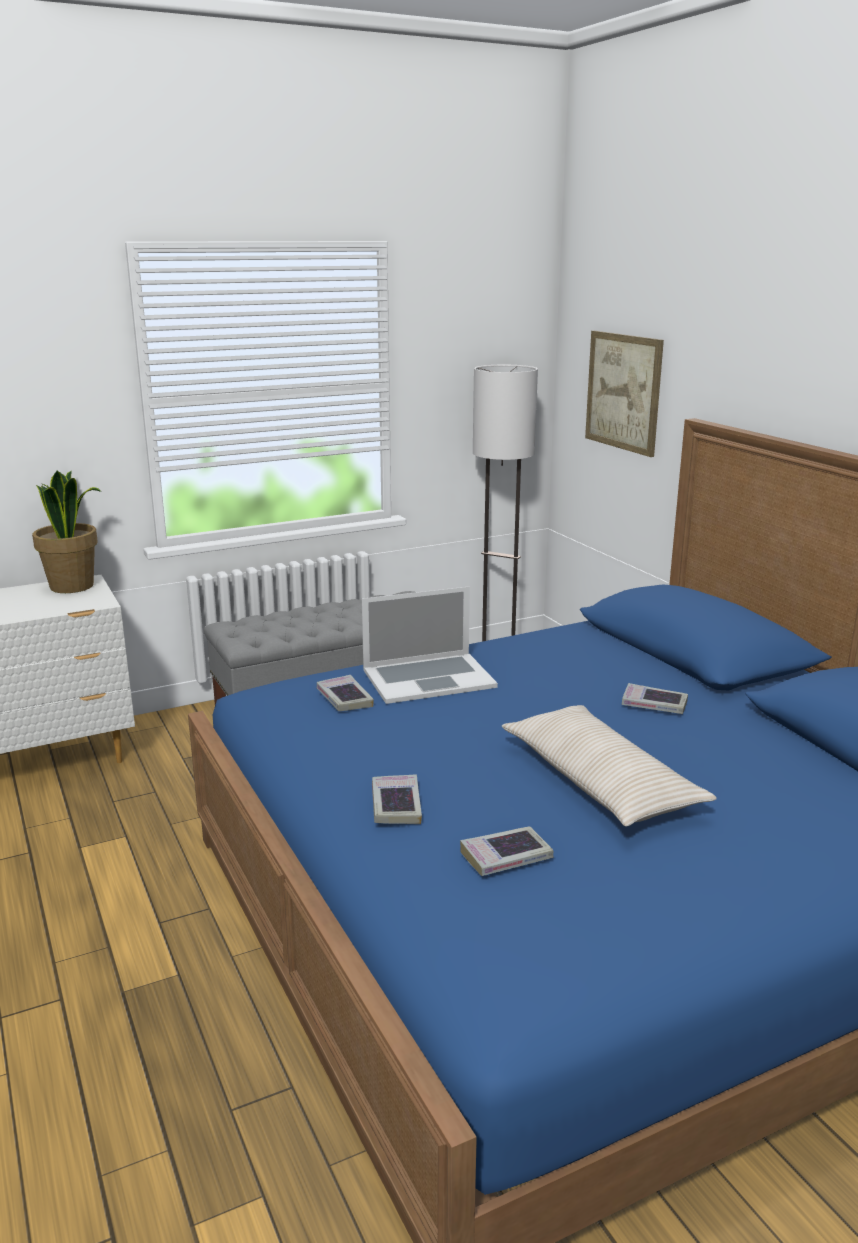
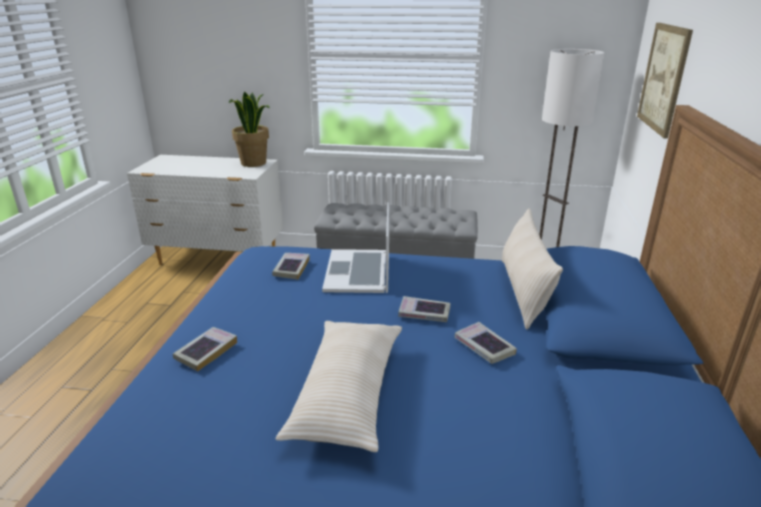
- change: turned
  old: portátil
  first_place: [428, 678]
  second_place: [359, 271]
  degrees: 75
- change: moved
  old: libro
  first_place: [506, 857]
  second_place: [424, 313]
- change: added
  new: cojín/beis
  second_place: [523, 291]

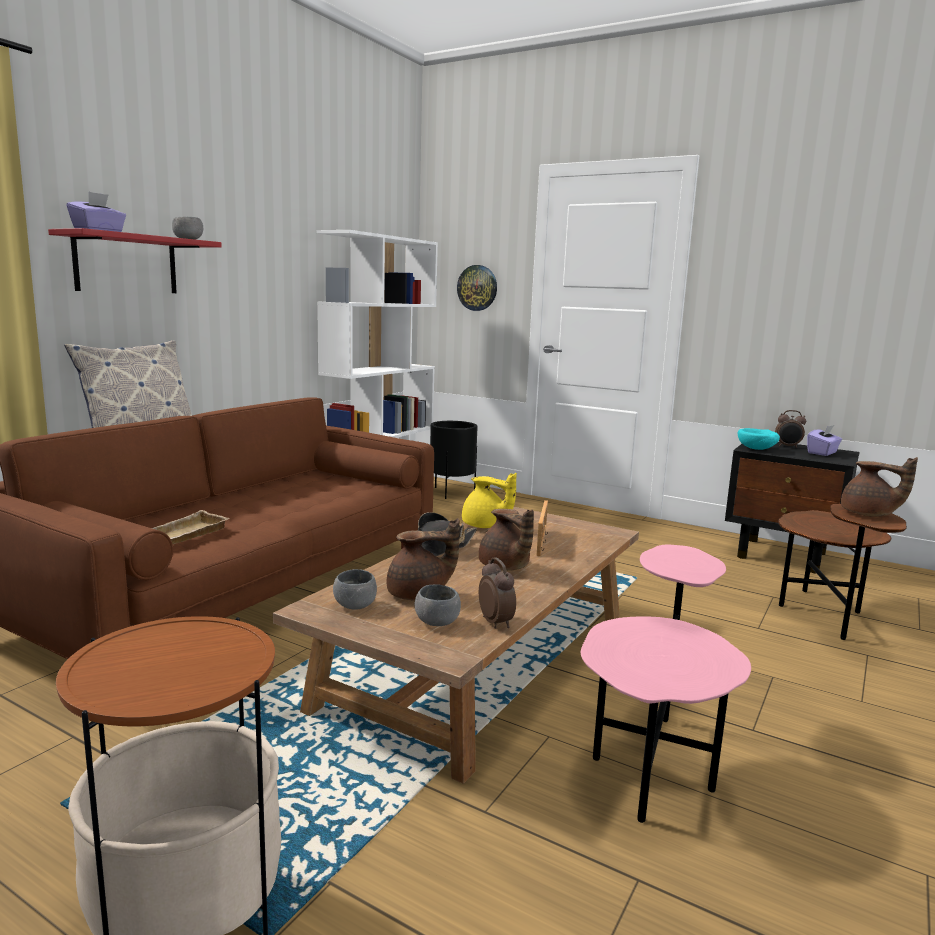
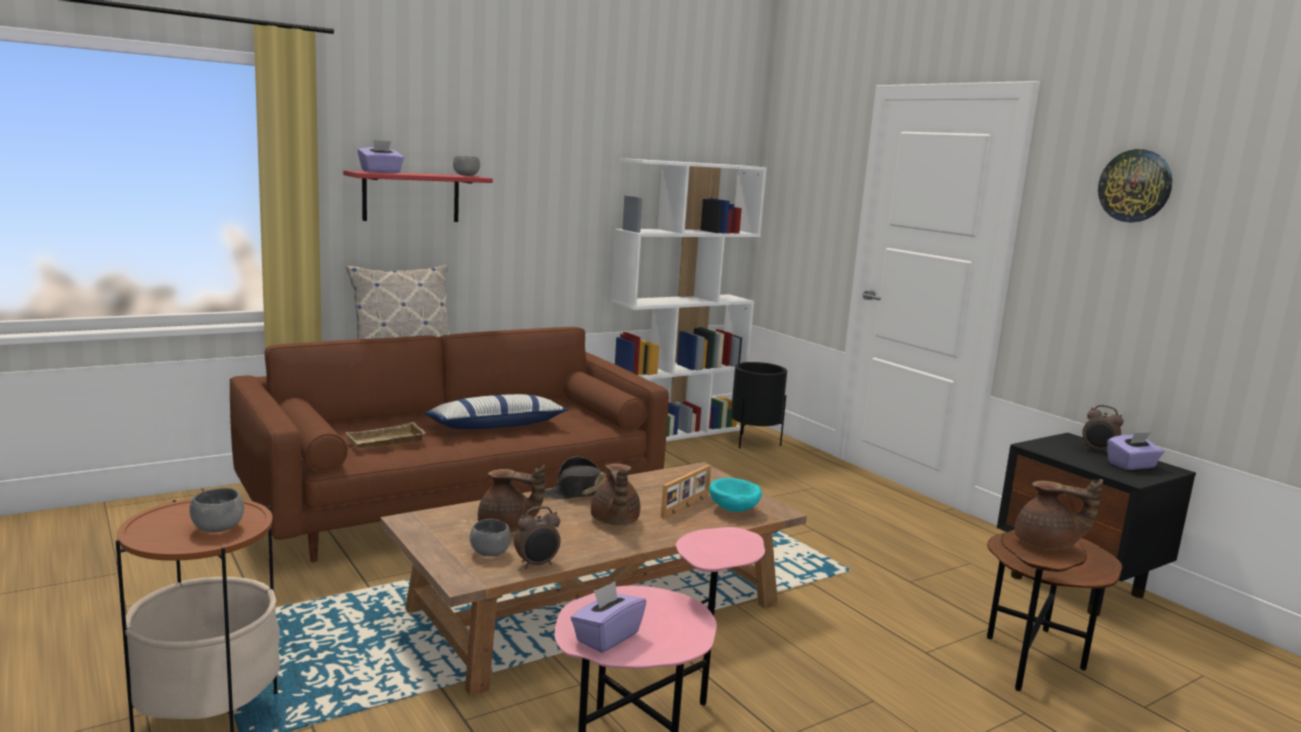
- change: moved
  old: reloj de pared
  first_place: [477, 288]
  second_place: [1135, 186]
- change: moved
  old: cuenco/turquesa
  first_place: [757, 449]
  second_place: [733, 510]
- change: turned
  old: tetera/marrón
  first_place: [868, 514]
  second_place: [1047, 545]
  degrees: -45
- change: removed
  old: tetera/amarillo
  first_place: [485, 526]
- change: turned
  old: despertador
  first_place: [496, 622]
  second_place: [537, 564]
  degrees: 60
- change: moved
  old: cuenco/gris
  first_place: [355, 606]
  second_place: [218, 528]
- change: added
  new: cojín
  second_place: [496, 426]
- change: added
  new: caja de pañuelos/morado
  second_place: [606, 637]

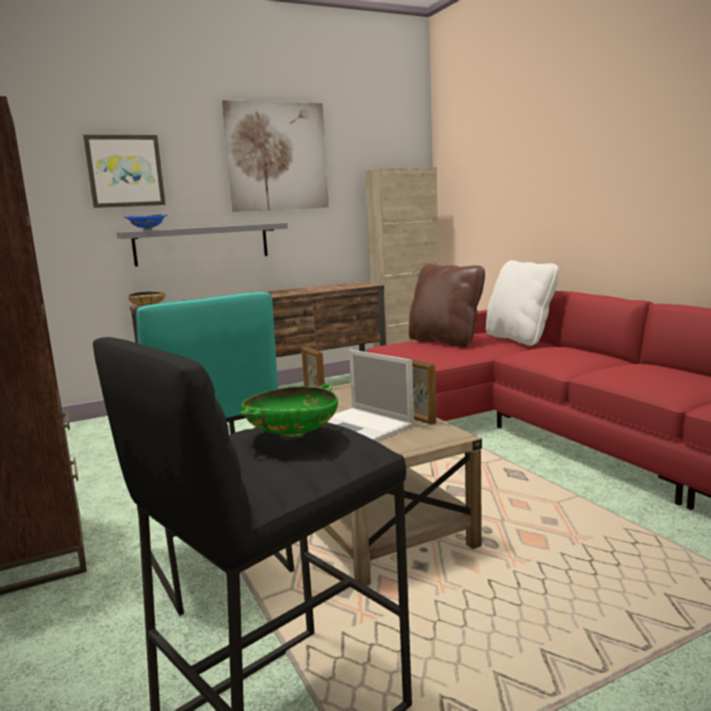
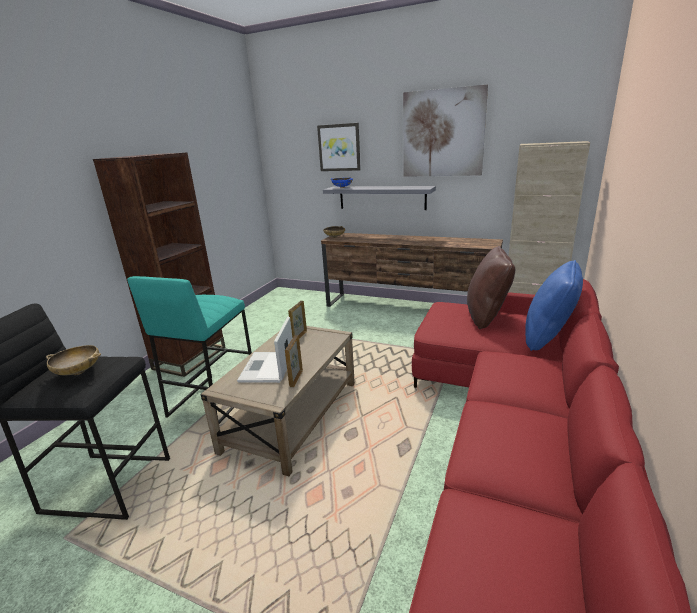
- change: recoloured
  old: cojín/blanco
  new: cojín/azul
  first_place: [519, 339]
  second_place: [548, 338]
- change: recoloured
  old: cuenco/verde
  new: cuenco/beis
  first_place: [291, 435]
  second_place: [78, 371]

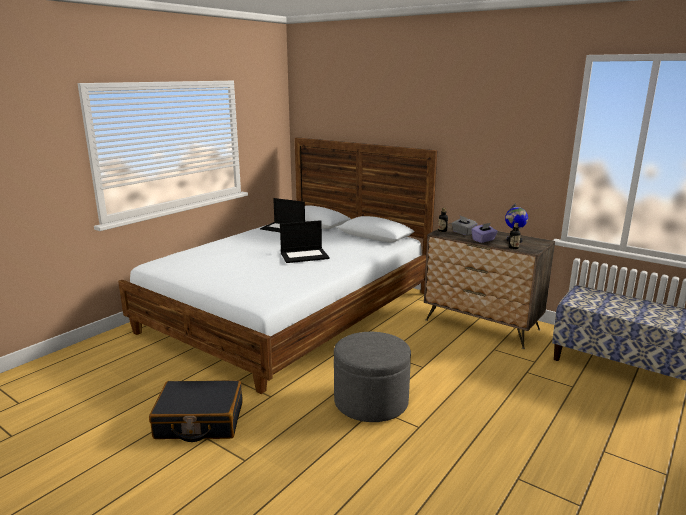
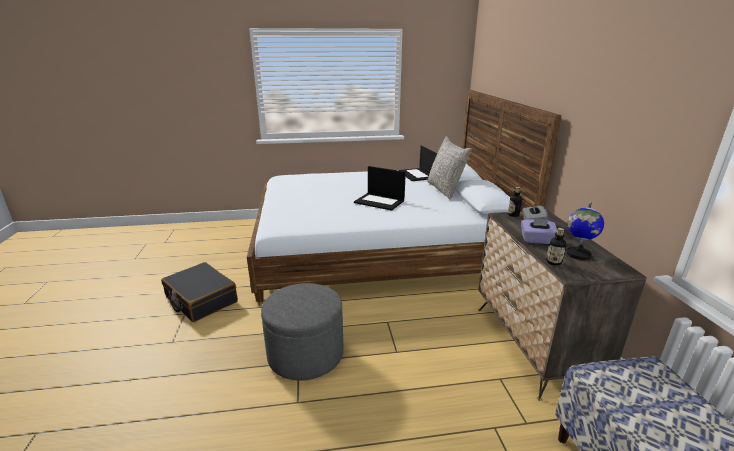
- change: added
  new: cojín/gris
  second_place: [445, 190]

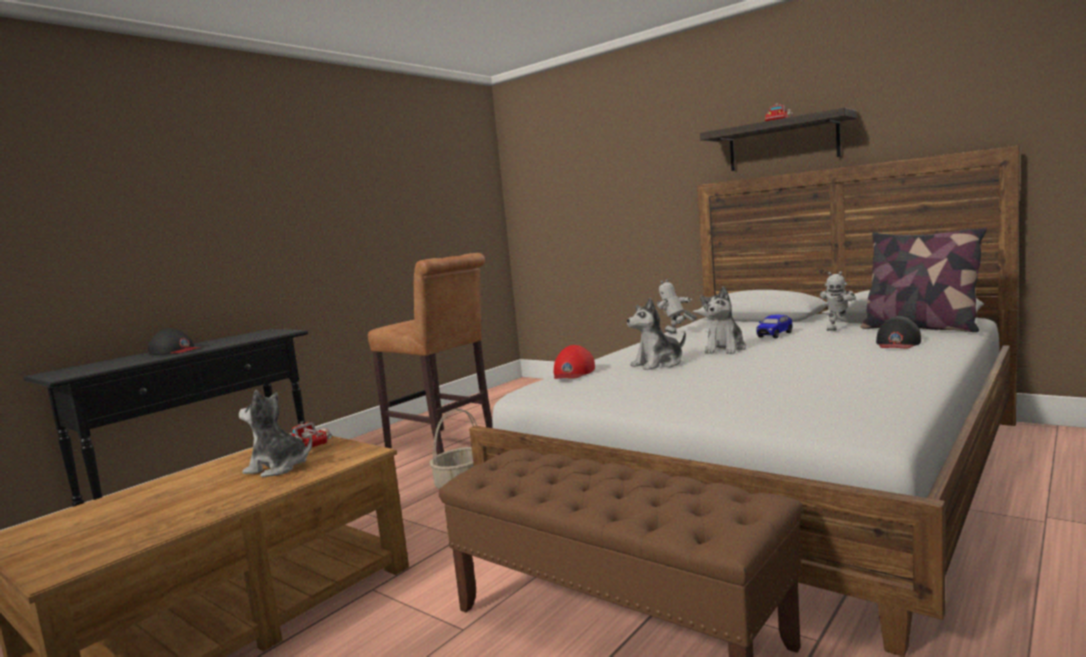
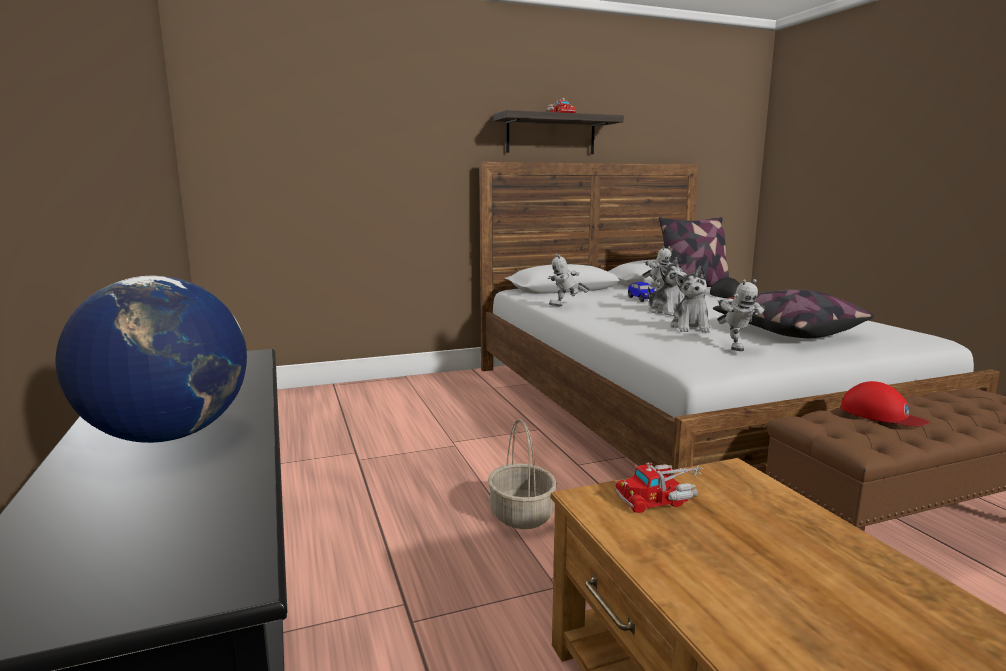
- change: removed
  old: taburete/marrón
  first_place: [445, 446]
- change: replaced
  old: gorra/negro
  new: globo terráqueo
  first_place: [175, 351]
  second_place: [168, 435]
- change: moved
  old: gorra/rojo
  first_place: [573, 372]
  second_place: [881, 414]
- change: removed
  old: peluche
  first_place: [278, 468]
- change: added
  new: robot de juguete
  second_place: [734, 347]
- change: added
  new: cojín
  second_place: [787, 332]

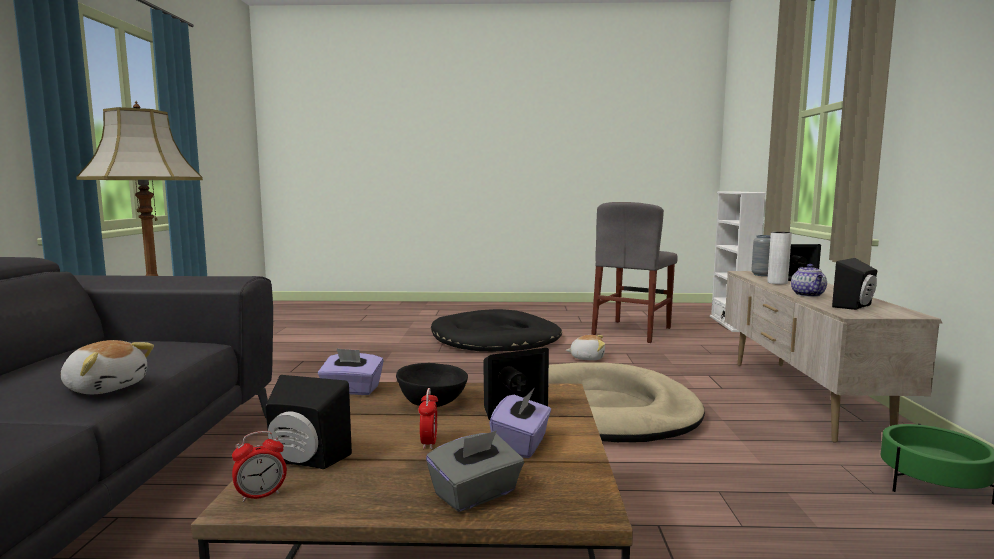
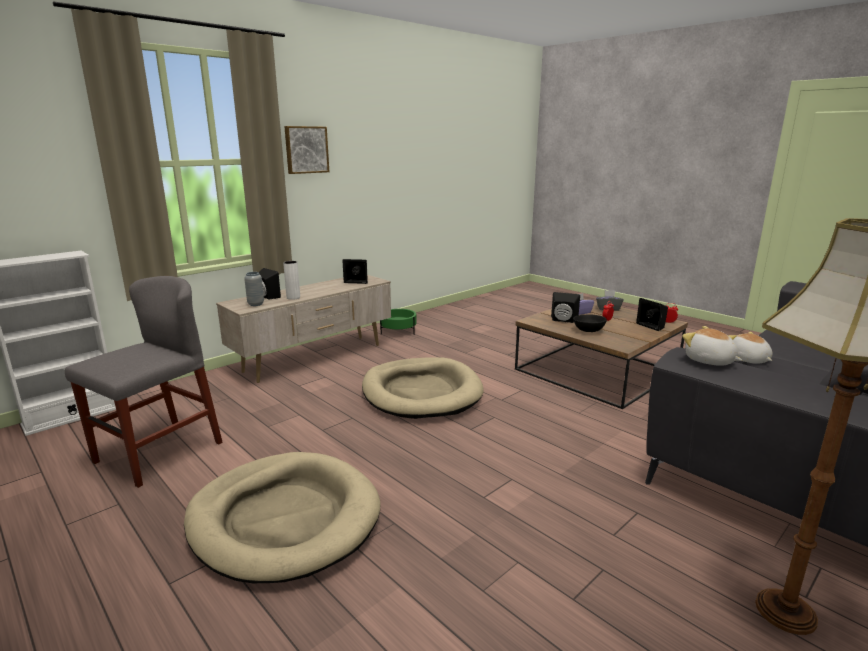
- change: turned
  old: silla/gris
  first_place: [632, 331]
  second_place: [158, 452]
  degrees: -45
- change: removed
  old: tetera
  first_place: [808, 295]
- change: recoloured
  old: cama para perro/negro
  new: cama para perro/beis
  first_place: [496, 338]
  second_place: [284, 519]
- change: moved
  old: peluche
  first_place: [587, 358]
  second_place: [709, 361]
- change: removed
  old: caja de pañuelos/morado
  first_place: [351, 390]
- change: added
  new: cuadro
  second_place: [306, 149]

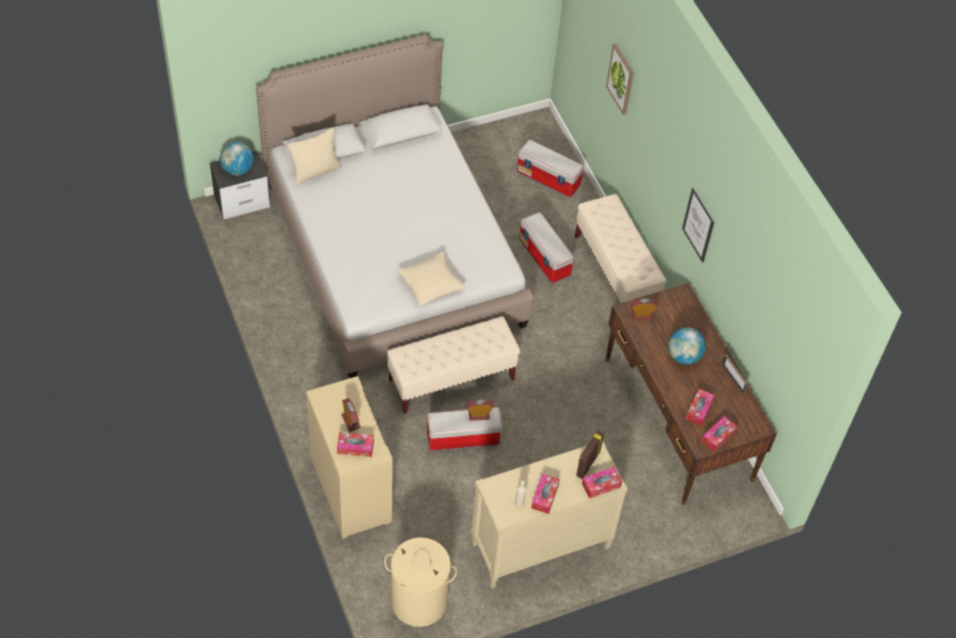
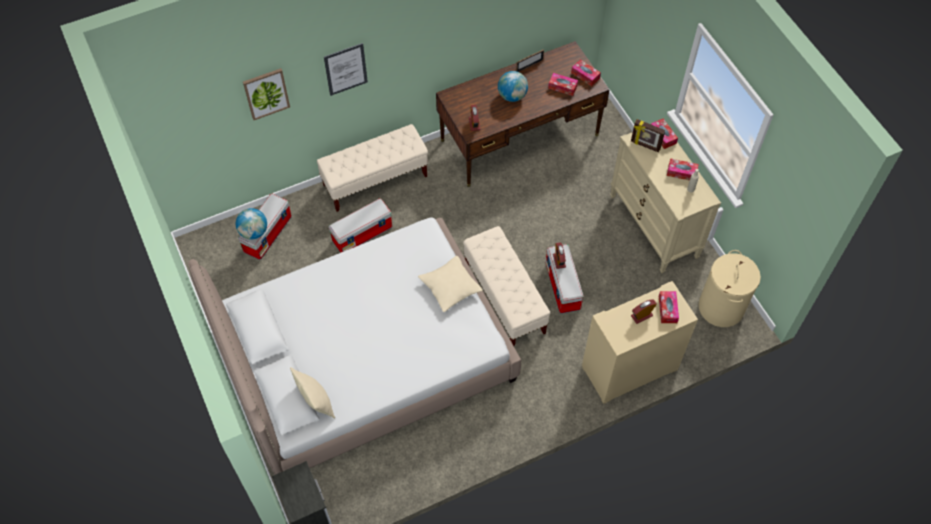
- change: moved
  old: globo terráqueo
  first_place: [238, 169]
  second_place: [254, 232]
- change: moved
  old: cuadro
  first_place: [698, 224]
  second_place: [346, 69]

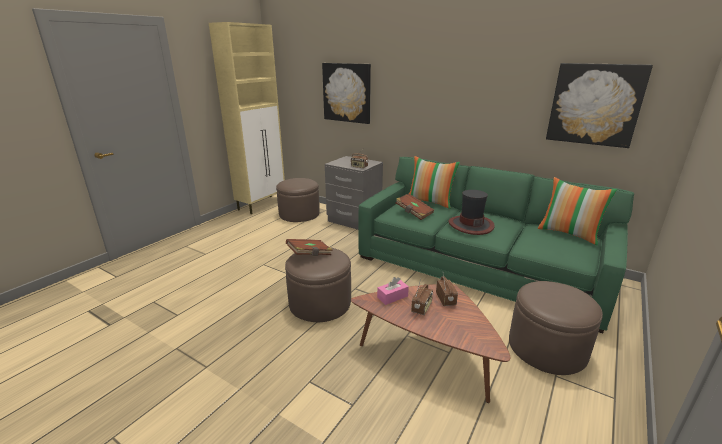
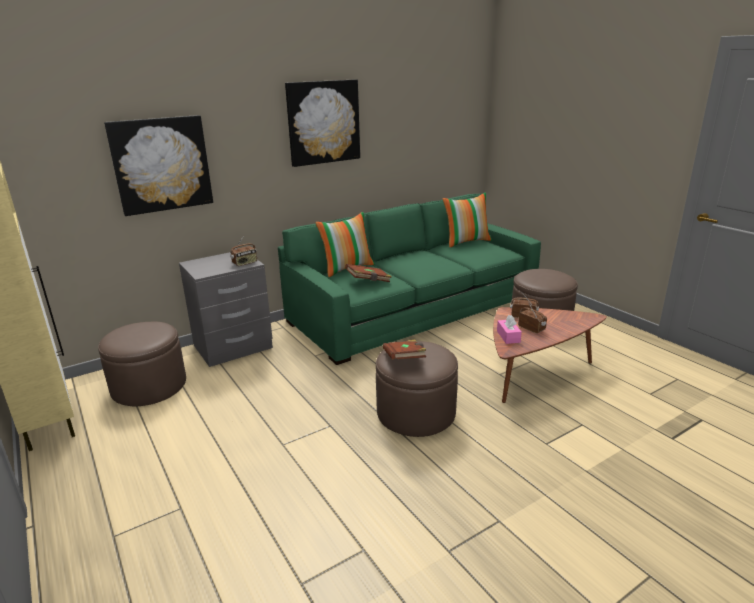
- change: moved
  old: cuadro
  first_place: [594, 104]
  second_place: [323, 122]
- change: removed
  old: sombrero
  first_place: [470, 225]

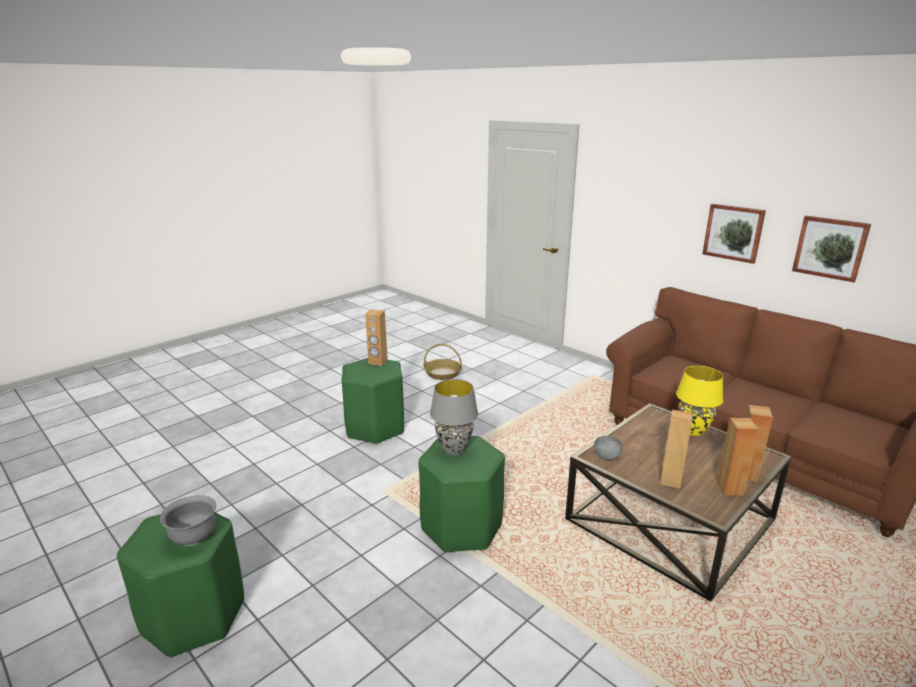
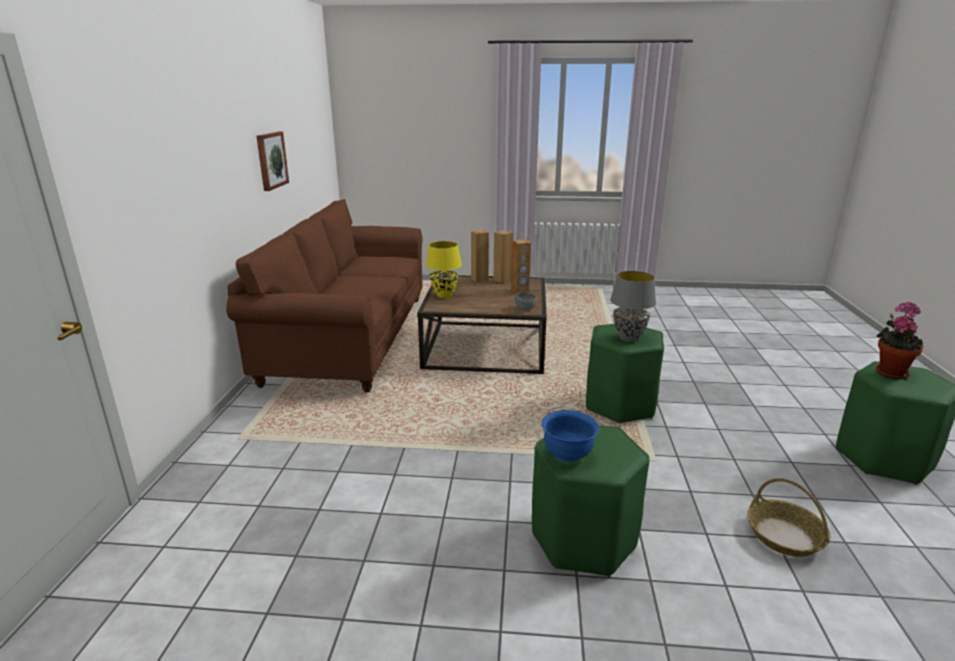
- change: removed
  old: cuadro
  first_place: [733, 232]
- change: replaced
  old: altavoz/marrón
  new: cuenco/azul
  first_place: [377, 362]
  second_place: [567, 454]
- change: moved
  old: cesta
  first_place: [442, 374]
  second_place: [785, 536]
- change: replaced
  old: cuenco/gris
  new: planta en maceta
  first_place: [194, 537]
  second_place: [890, 372]

